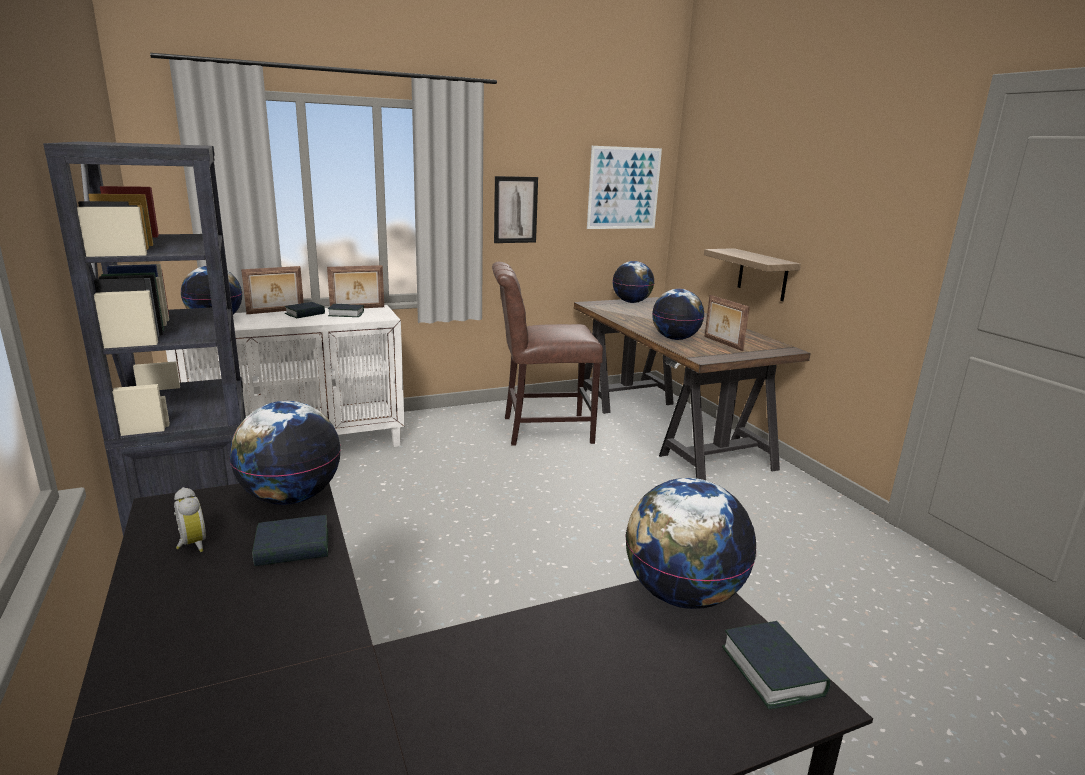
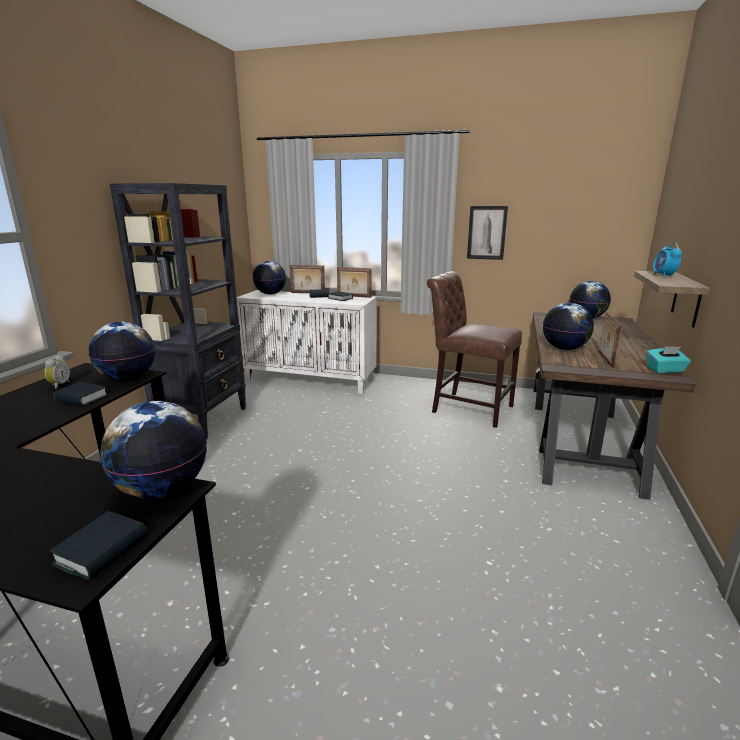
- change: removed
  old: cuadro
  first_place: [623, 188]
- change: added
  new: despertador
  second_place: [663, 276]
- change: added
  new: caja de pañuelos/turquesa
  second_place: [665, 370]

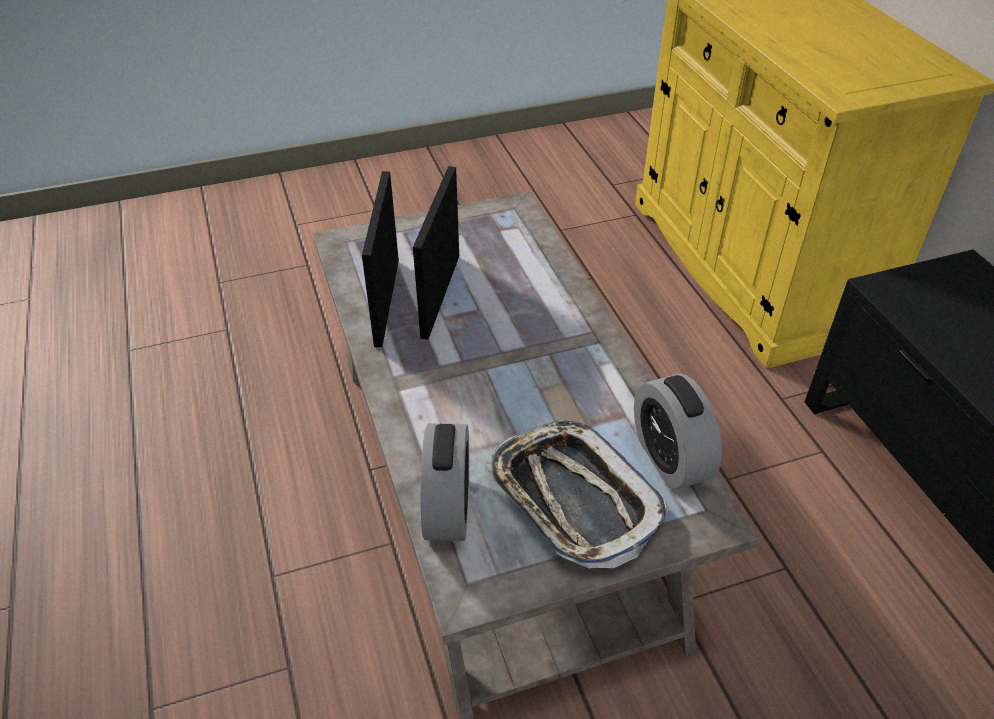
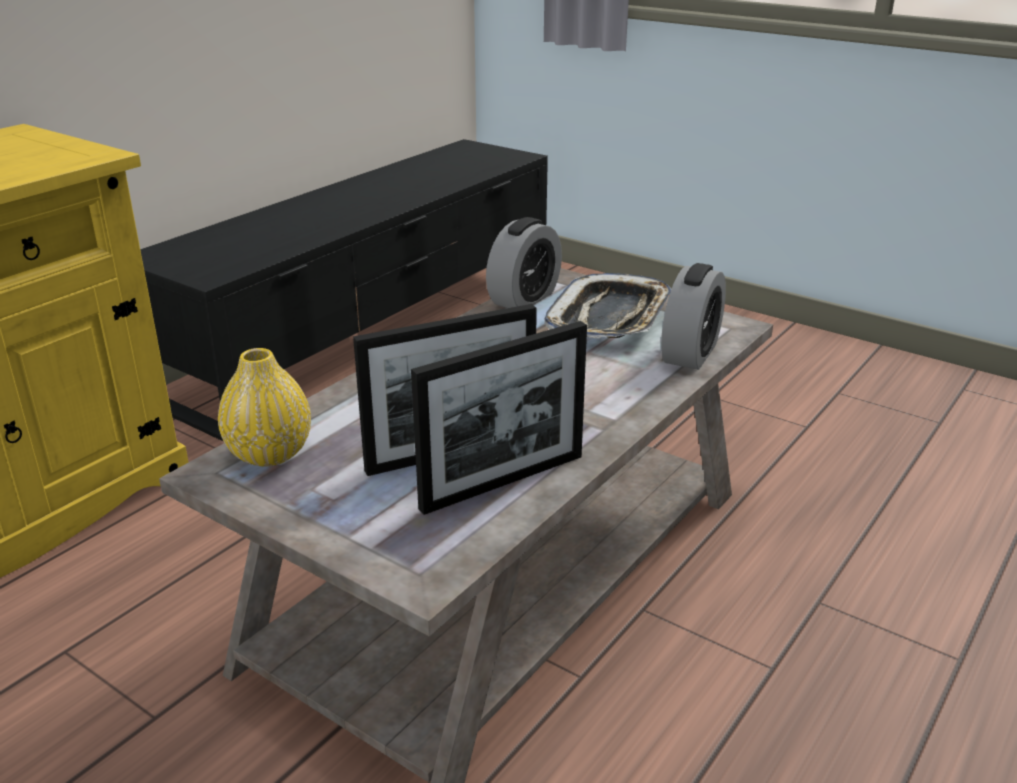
- change: turned
  old: despertador
  first_place: [448, 508]
  second_place: [690, 353]
  degrees: 150
- change: added
  new: florero/amarillo
  second_place: [269, 453]

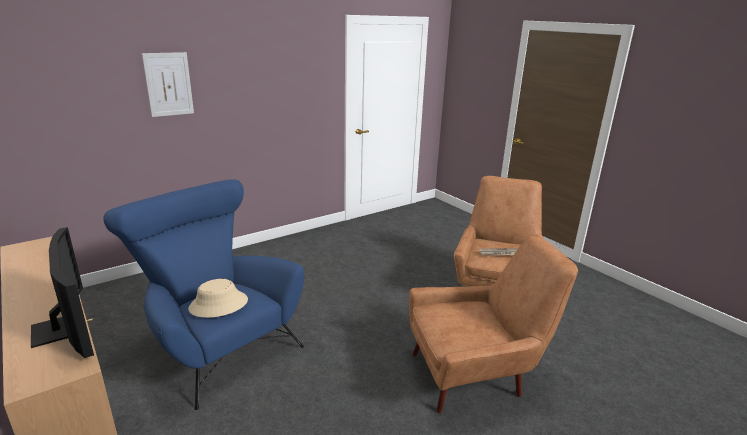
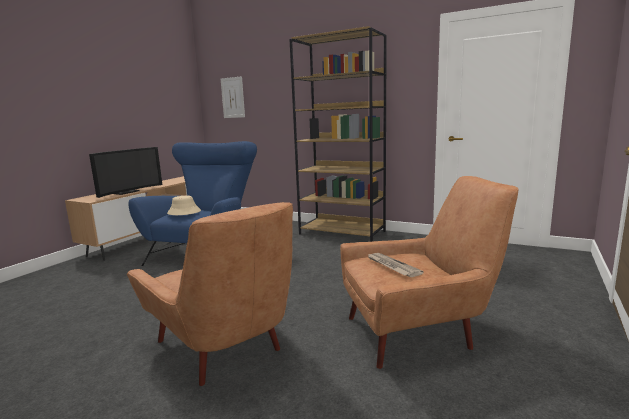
- change: moved
  old: cuadro
  first_place: [169, 84]
  second_place: [233, 97]
- change: added
  new: estantería/marrón
  second_place: [342, 232]

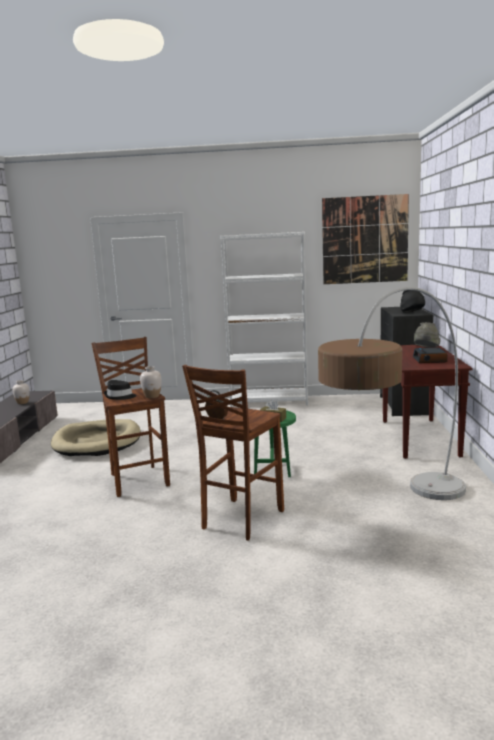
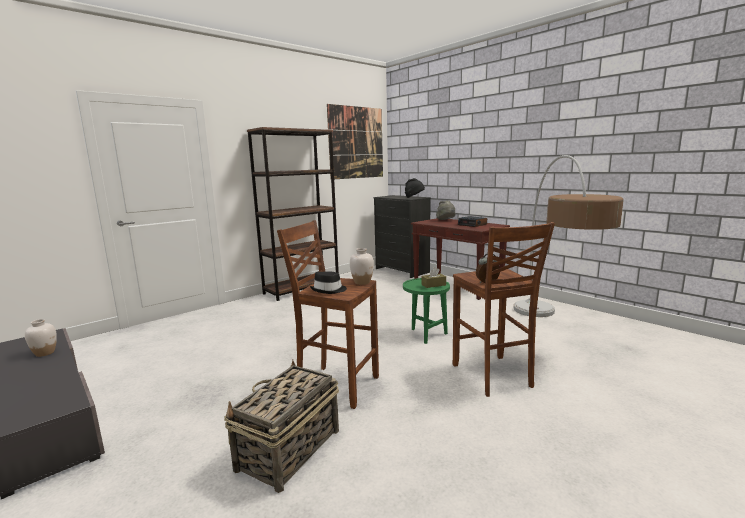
- change: recoloured
  old: estantería/blanco
  new: estantería/marrón
  first_place: [269, 401]
  second_place: [302, 289]
- change: removed
  old: cama para perro/beis
  first_place: [97, 442]
- change: added
  new: cesta
  second_place: [288, 450]

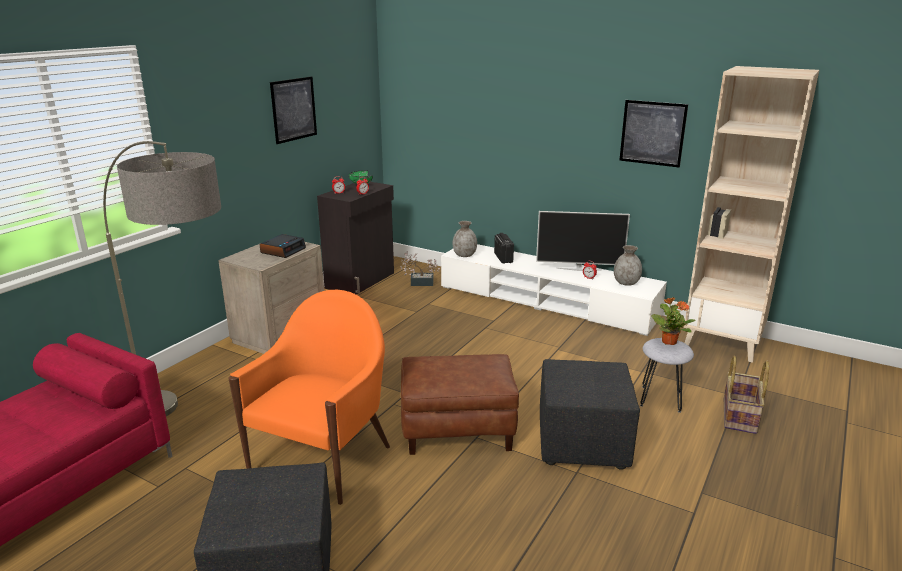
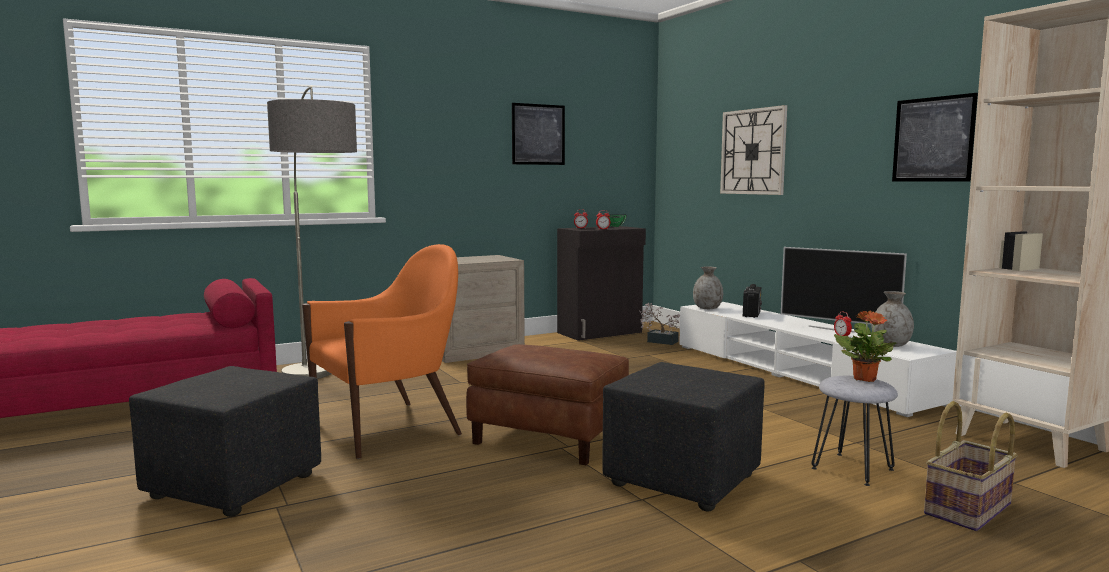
- change: removed
  old: despertador
  first_place: [283, 250]
- change: added
  new: reloj de pared
  second_place: [753, 151]

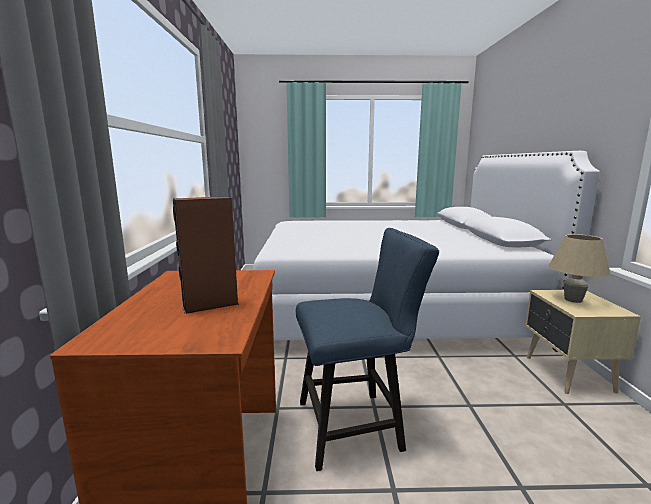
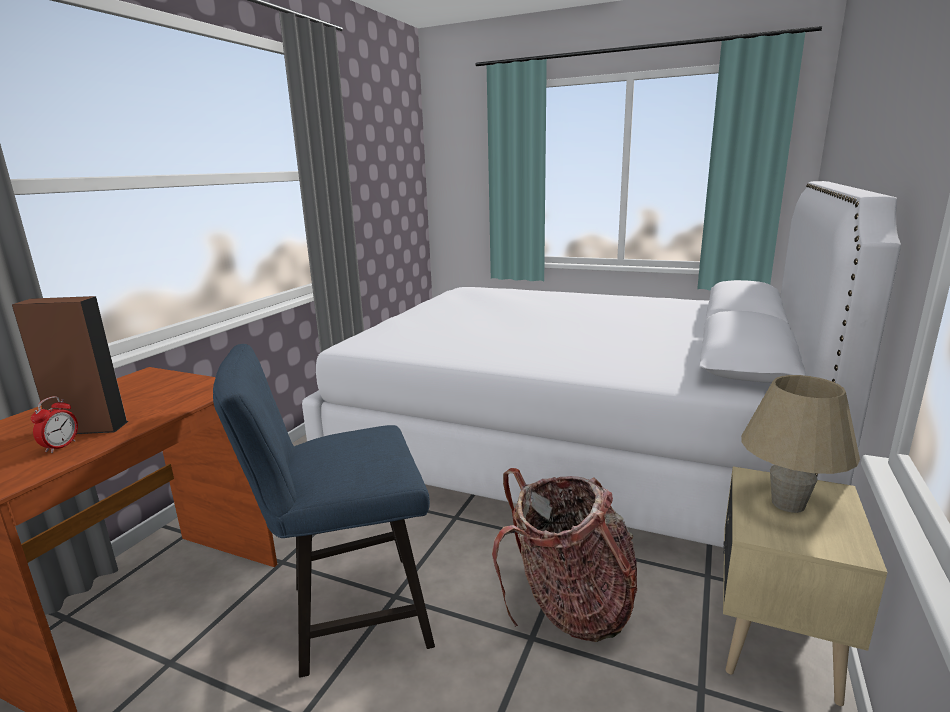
- change: turned
  old: silla/azul
  first_place: [357, 425]
  second_place: [347, 615]
  degrees: 150
- change: added
  new: despertador
  second_place: [61, 446]
- change: added
  new: mochila
  second_place: [569, 606]

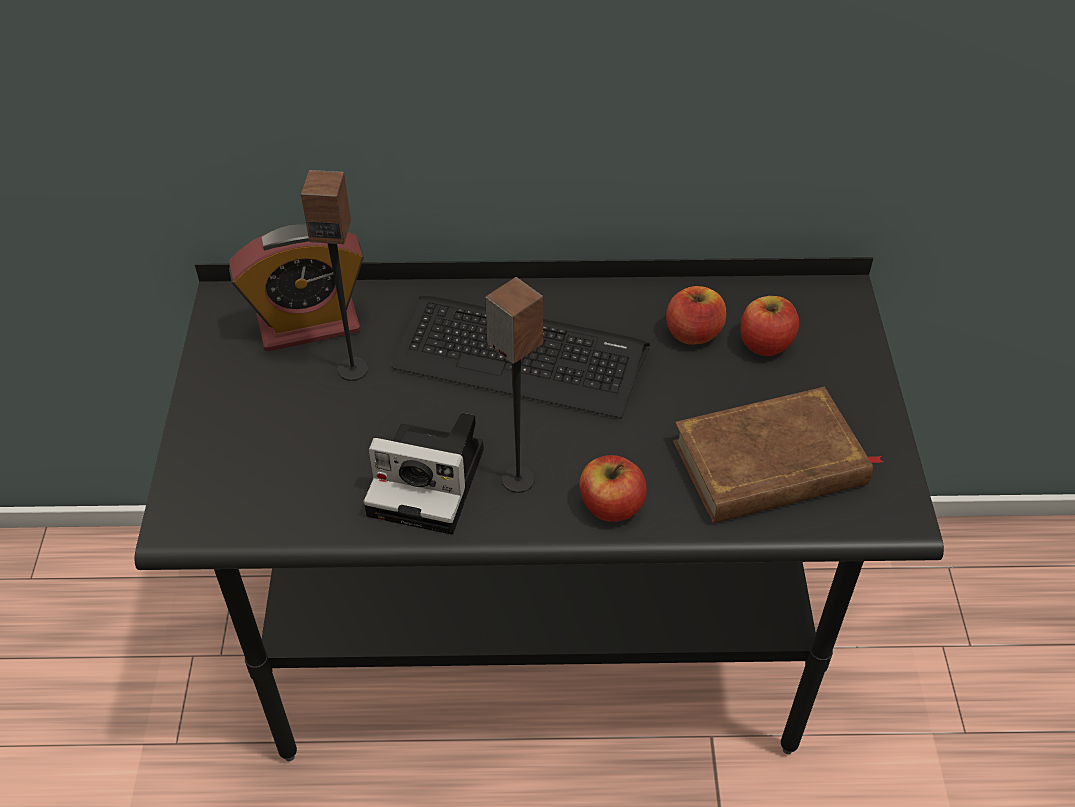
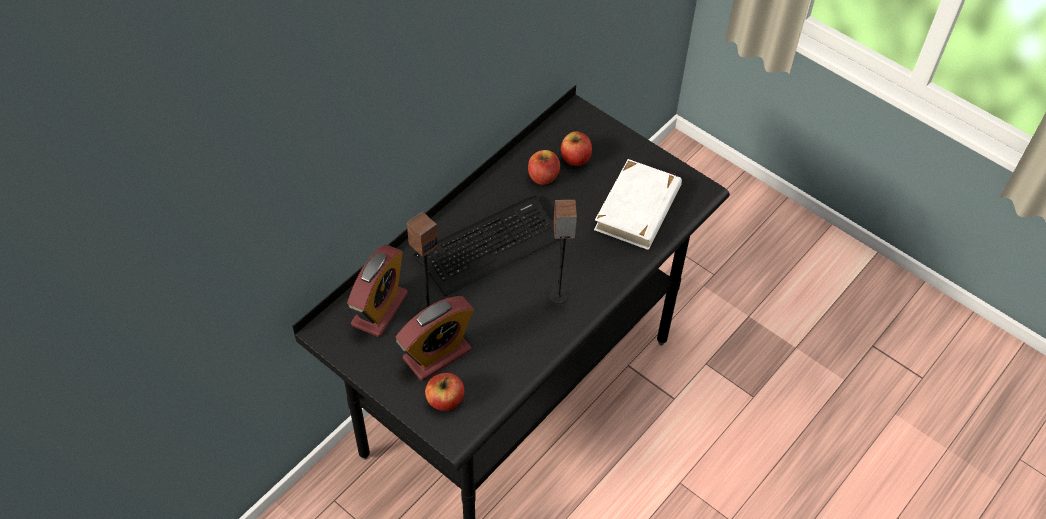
- change: recoloured
  old: libro/marrón
  new: libro/blanco
  first_place: [770, 464]
  second_place: [638, 208]
- change: removed
  old: cámara
  first_place: [432, 481]
- change: moved
  old: manzana
  first_place: [611, 506]
  second_place: [445, 400]
- change: added
  new: despertador
  second_place: [437, 354]

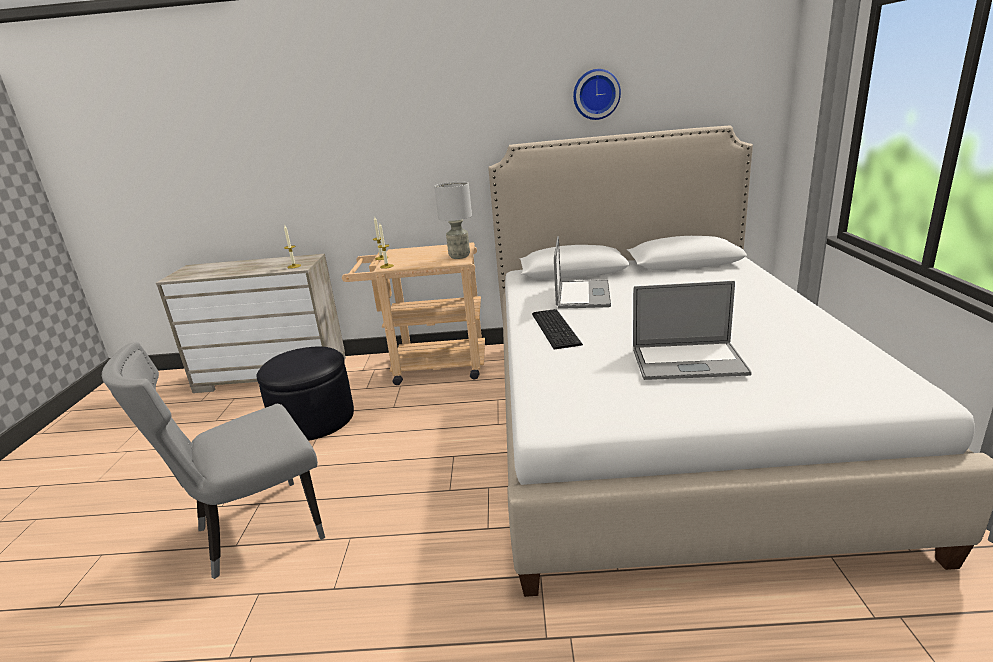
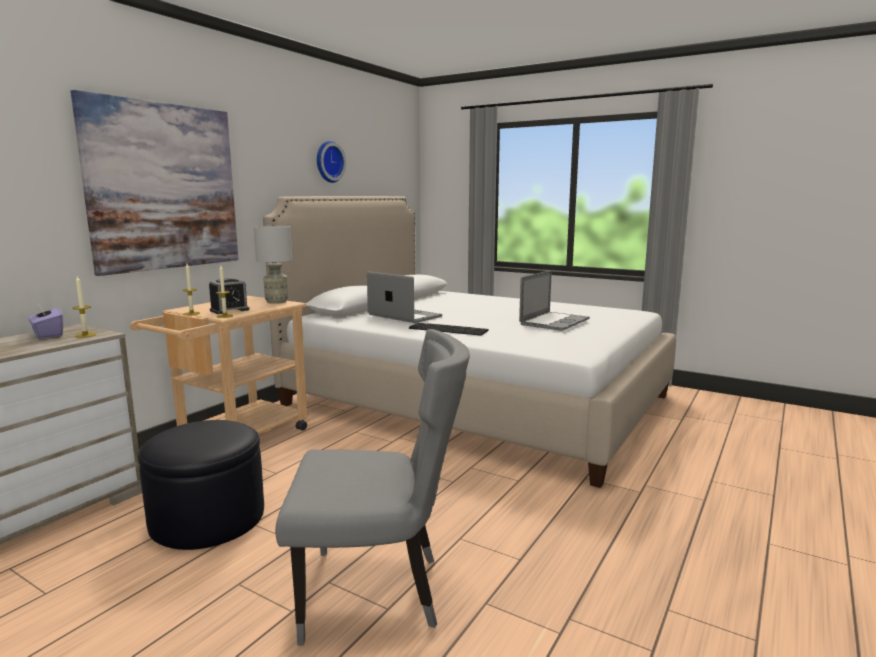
- change: turned
  old: silla/gris
  first_place: [254, 531]
  second_place: [378, 592]
  degrees: -90
- change: added
  new: cuadro
  second_place: [164, 187]
- change: added
  new: despertador
  second_place: [229, 310]
- change: added
  new: caja de pañuelos/morado
  second_place: [47, 334]

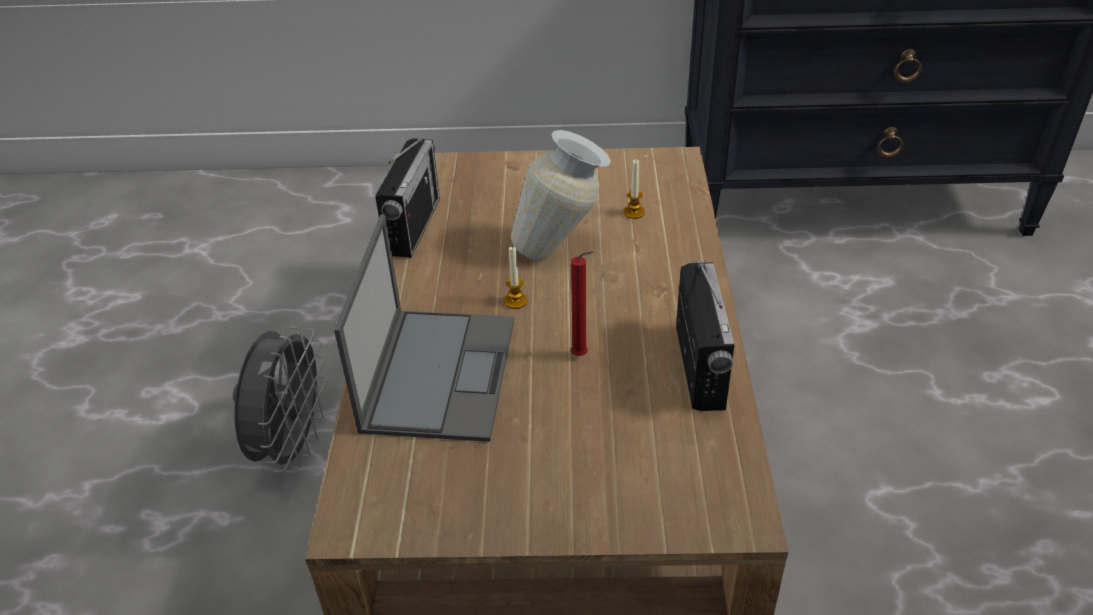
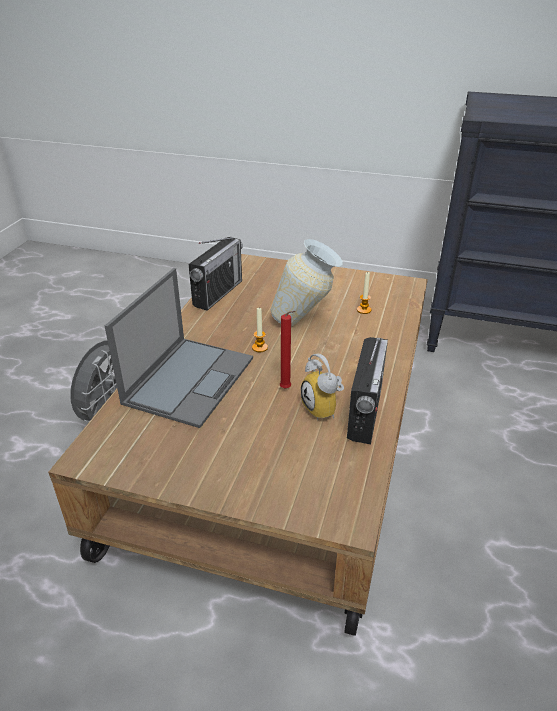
- change: added
  new: despertador
  second_place: [324, 409]

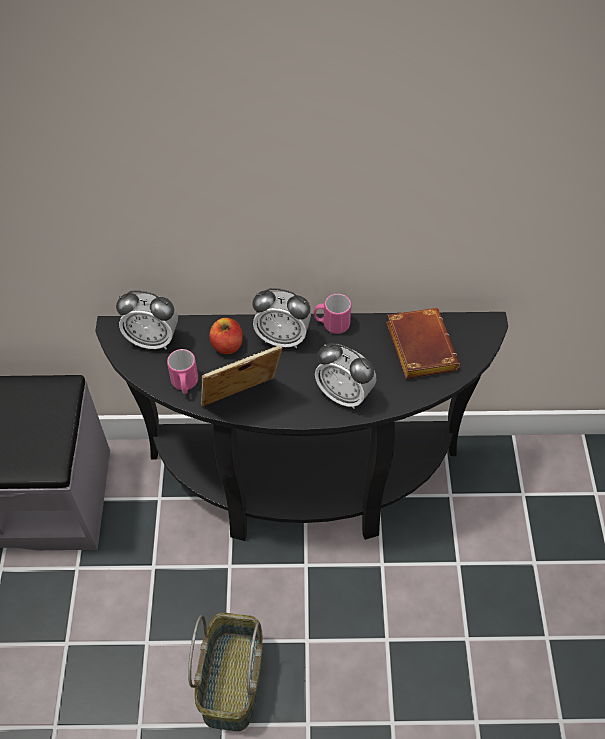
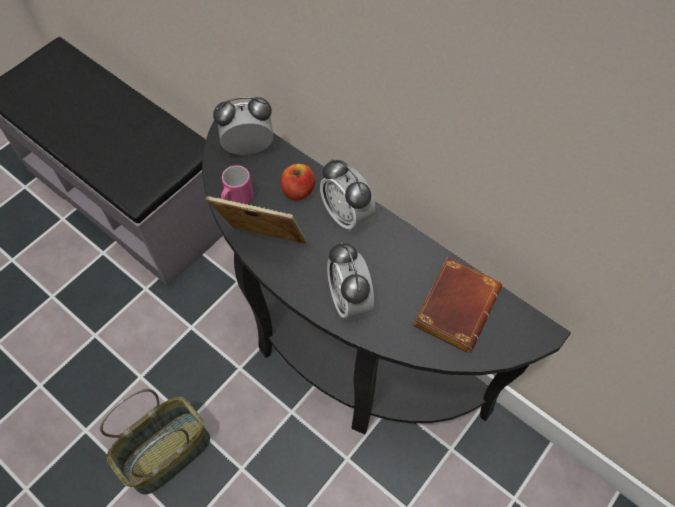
- change: turned
  old: despertador
  first_place: [153, 340]
  second_place: [248, 148]
  degrees: 120
- change: removed
  old: taza grande/rosa
  first_place: [331, 324]

